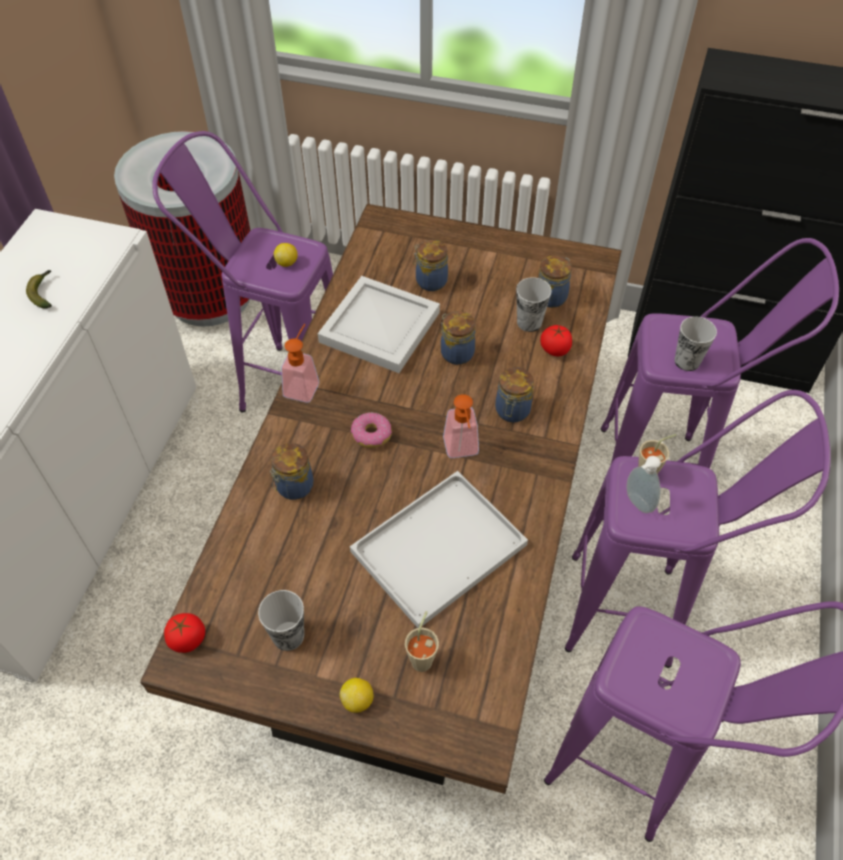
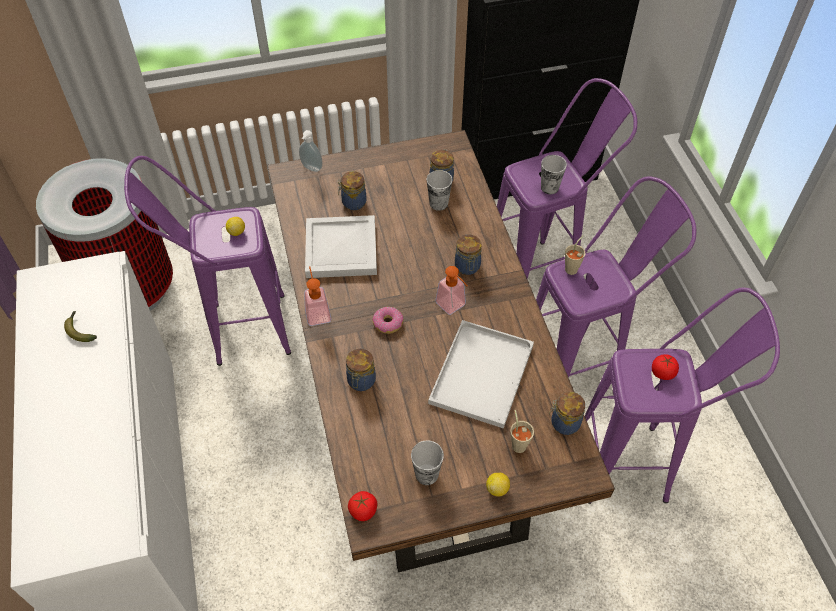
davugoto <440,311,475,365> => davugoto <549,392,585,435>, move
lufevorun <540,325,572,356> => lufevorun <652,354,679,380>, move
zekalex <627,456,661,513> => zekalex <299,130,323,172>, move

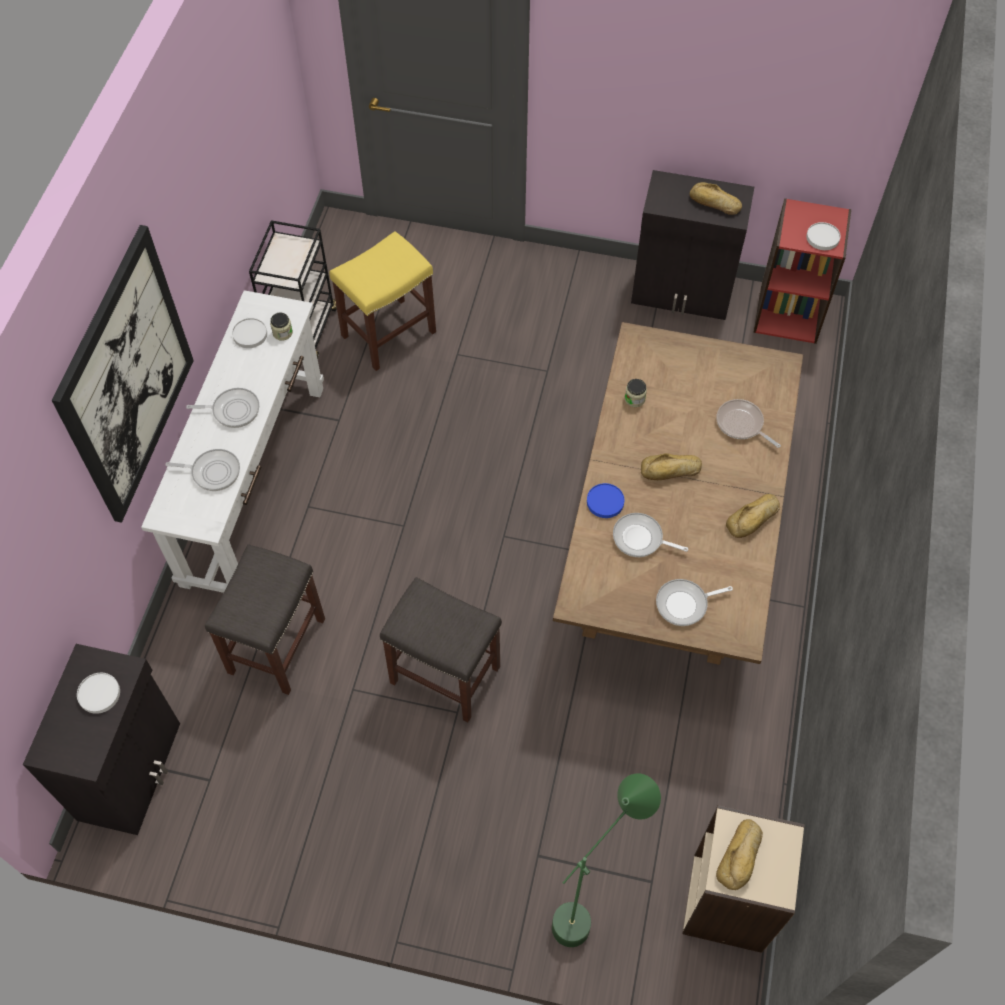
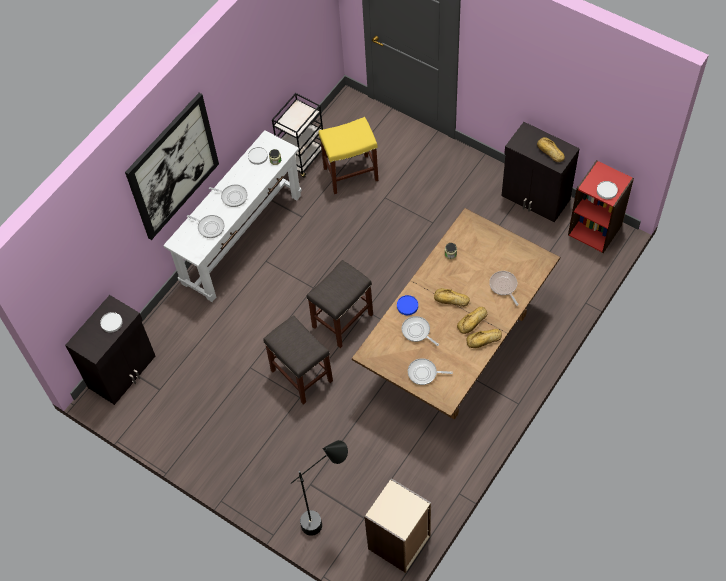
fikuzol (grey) <205,544,325,695> => fikuzol (grey) <307,260,373,348>, move
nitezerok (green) <552,773,661,947> => nitezerok (black) <290,440,348,536>
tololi <716,819,763,890> => tololi <457,307,487,334>, move

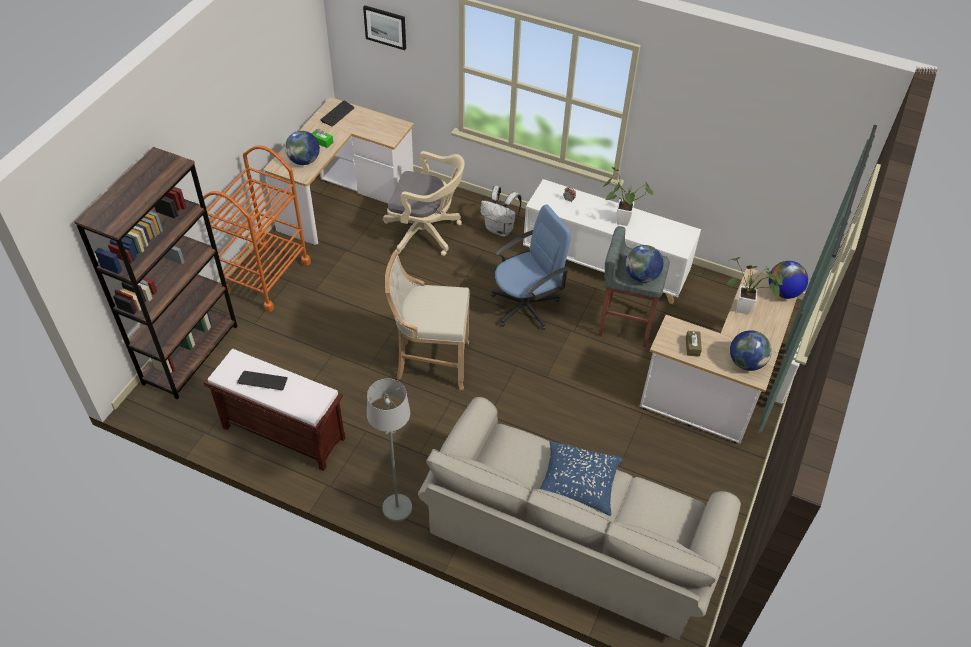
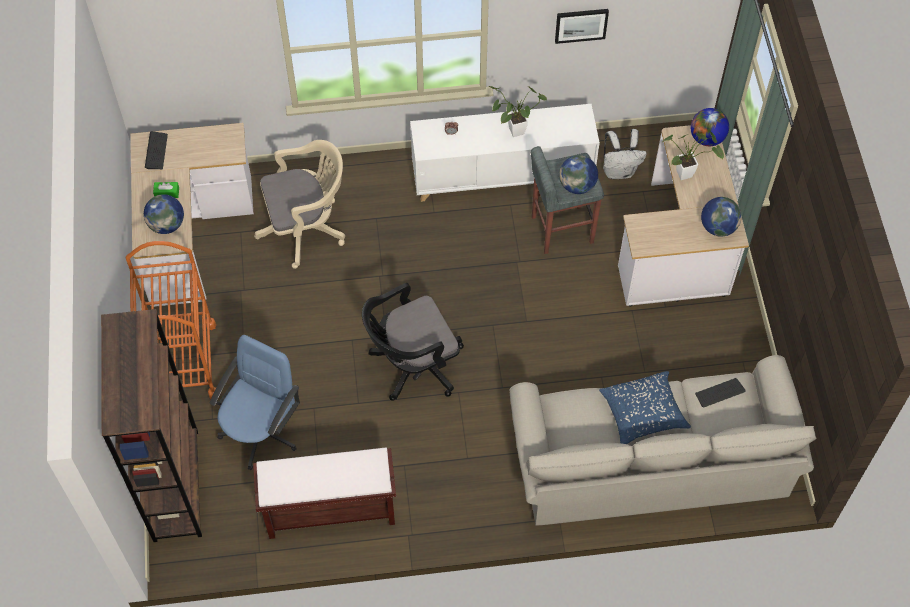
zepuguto <237,371,288,390> => zepuguto <695,378,746,407>, move
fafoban <363,5,406,50> => fafoban <555,9,609,44>, move
nitezerok (grey) <367,379,412,522> => nothing
fikuzol (beige) <385,251,470,390> => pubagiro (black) <362,283,464,401>
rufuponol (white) <480,186,522,236> => rufuponol (white) <603,129,647,179>, move
pubagiro (blue) <491,204,571,330> => pubagiro (blue) <209,335,300,470>, move
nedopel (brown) <686,331,702,357> => nothing

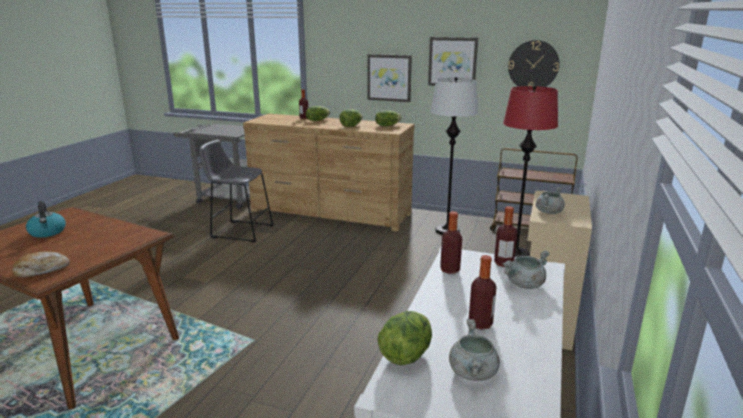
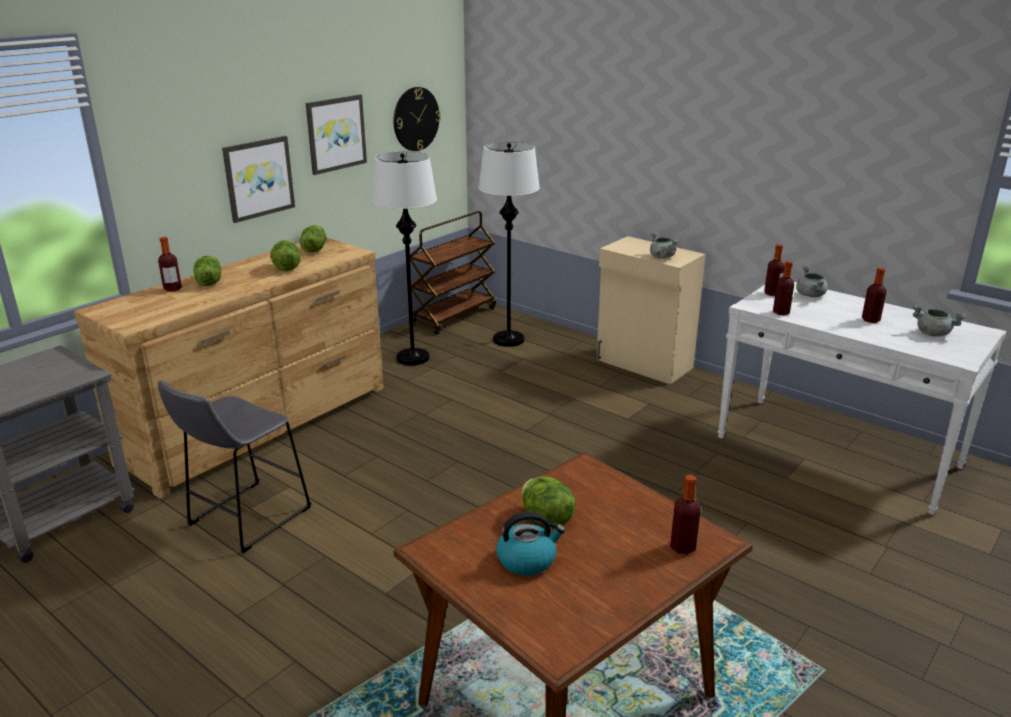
tololi <13,251,70,278> => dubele <670,474,701,555>
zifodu <377,311,432,365> => zifodu <522,476,576,529>, move
nitezerok (red) <503,86,558,257> => nitezerok (white) <478,142,540,347>

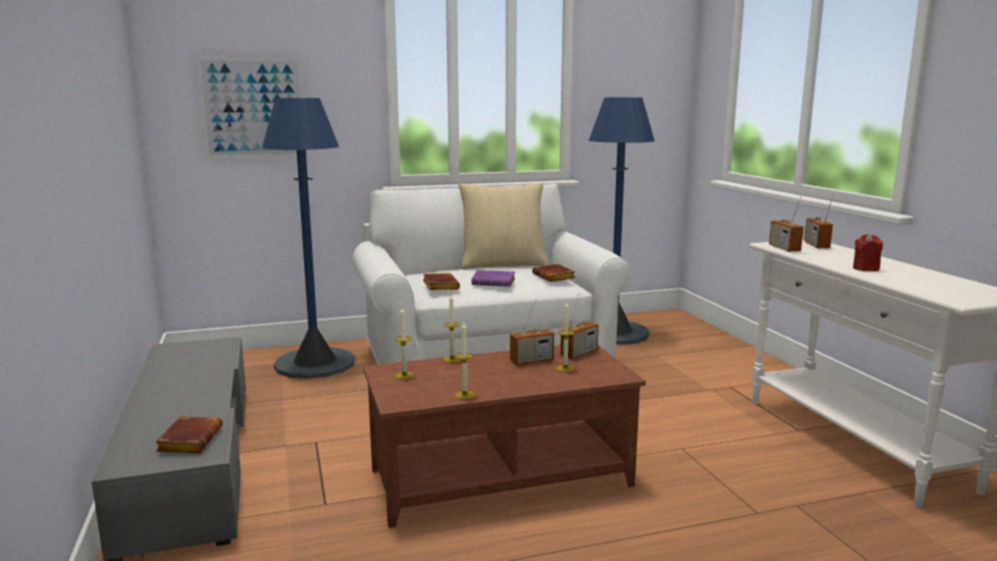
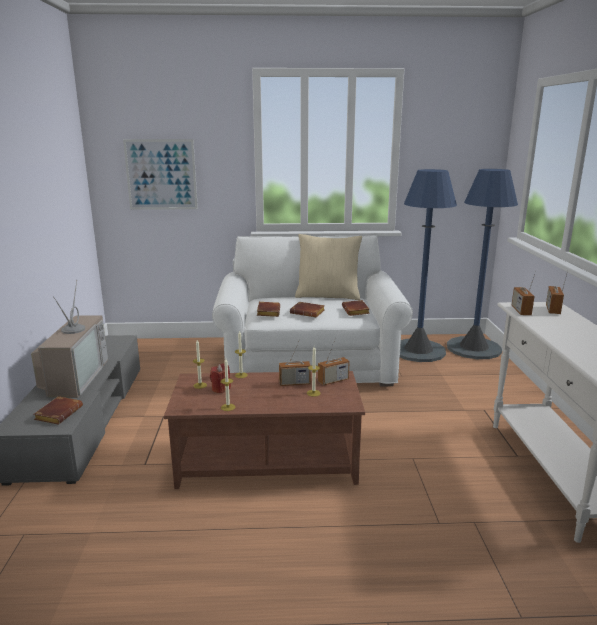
nitezerok (blue) <262,98,355,379> => nitezerok (blue) <447,169,518,359>, move
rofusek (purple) <472,270,515,287> => rofusek (brown) <290,302,325,317>
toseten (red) <853,234,883,271> => toseten (red) <210,363,231,393>, move
nothing => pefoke <31,280,108,398>

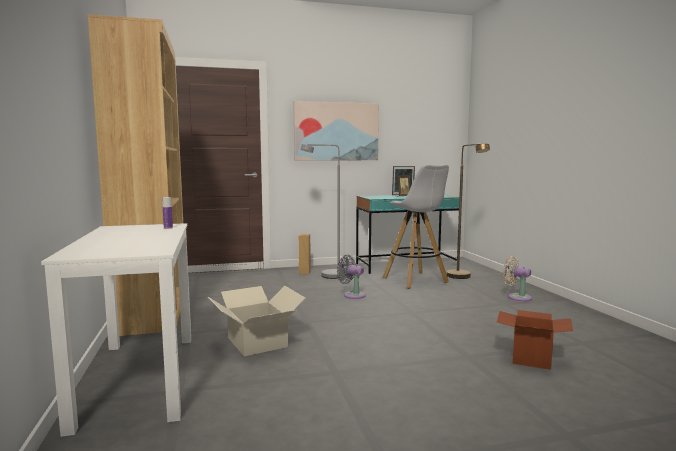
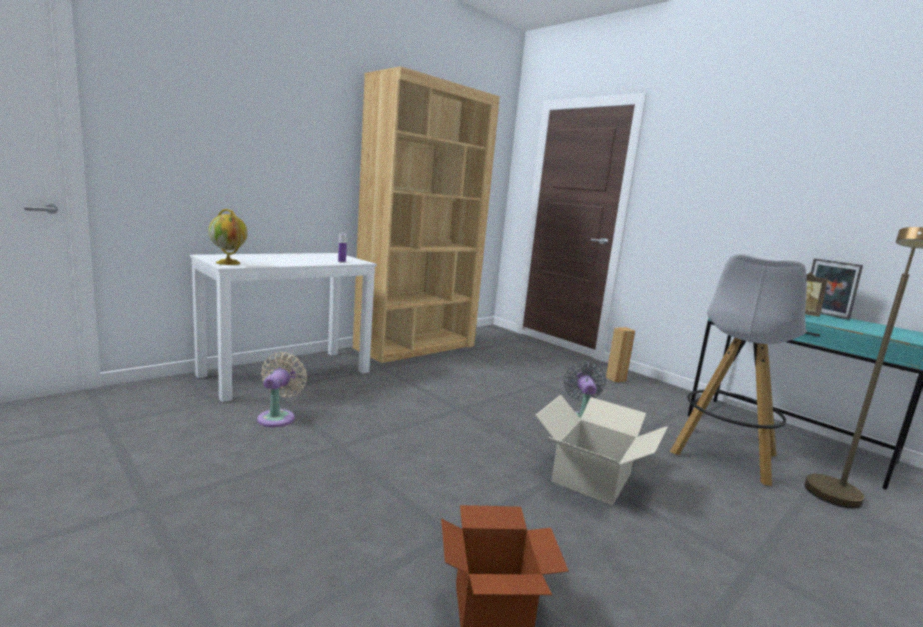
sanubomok <208,286,305,356> => sanubomok <536,395,668,505>, move
fafoban <294,101,379,161> => nothing
nitezerok (grey) <301,144,340,279> => nothing
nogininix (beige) <503,256,532,302> => nogininix (beige) <257,352,307,427>, move
nothing => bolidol <208,209,248,265>

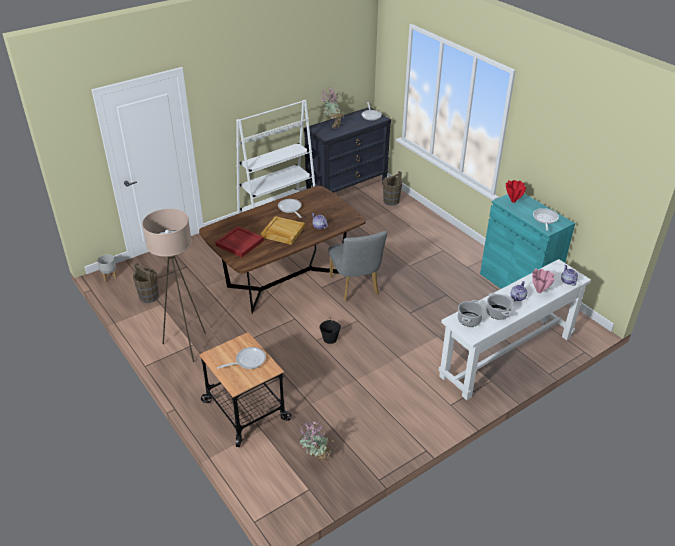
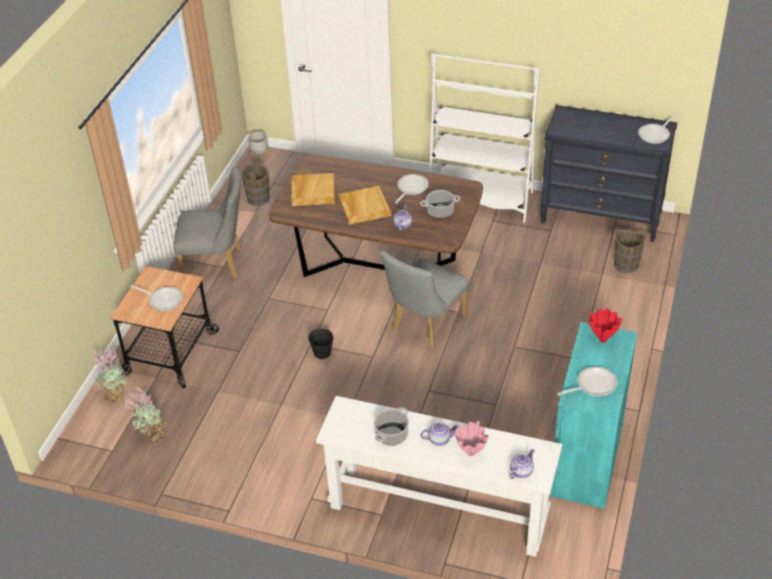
nitezerok (beige) <142,209,206,362> => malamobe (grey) <173,166,241,279>
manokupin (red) <215,226,264,257> => manokupin (beige) <292,173,335,206>
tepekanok <320,87,344,129> => tepekanok <92,345,128,406>, move
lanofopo <458,300,484,327> => lanofopo <420,190,460,219>, move

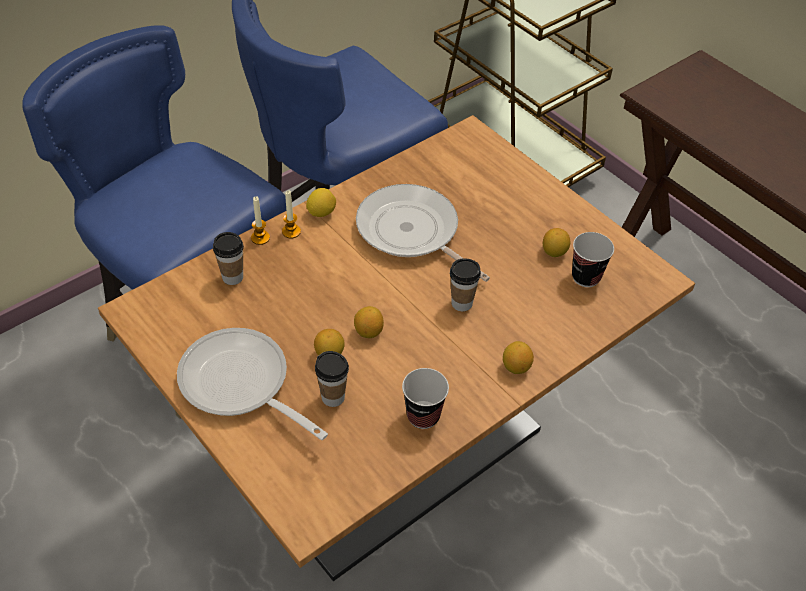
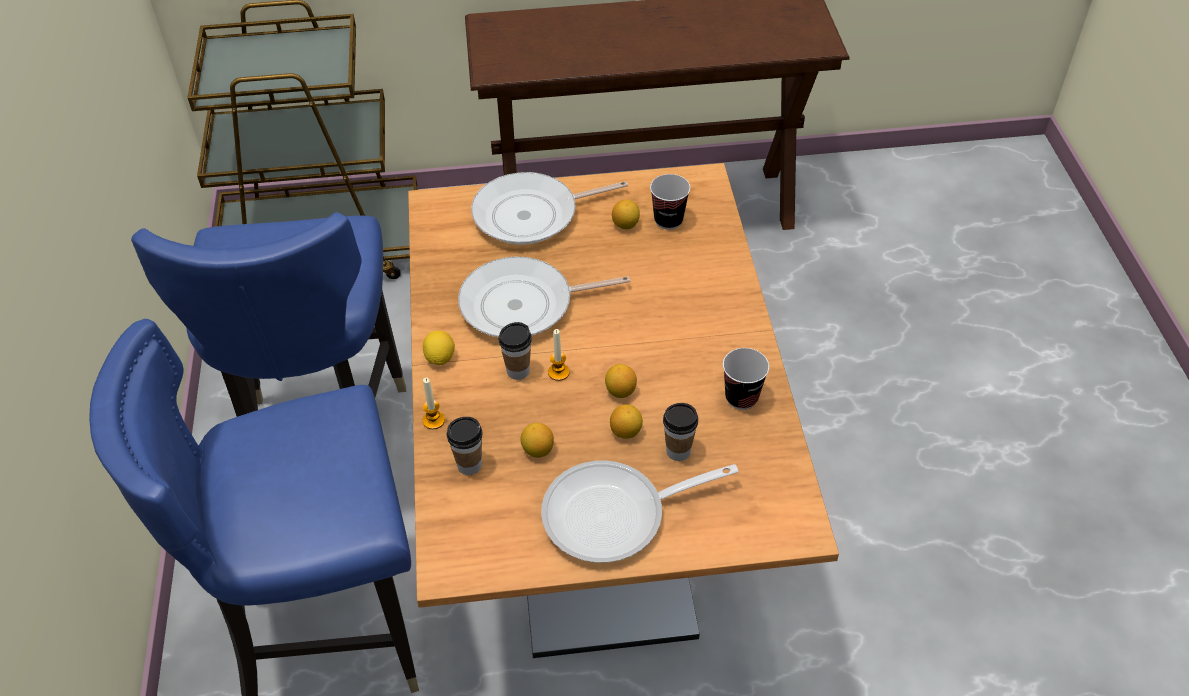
toseten <282,191,301,239> => toseten <548,329,570,381>, move
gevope <450,258,481,311> => gevope <498,322,532,380>, move
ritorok <503,341,534,374> => ritorok <520,423,554,458>, move
nothing => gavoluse <471,172,628,245>

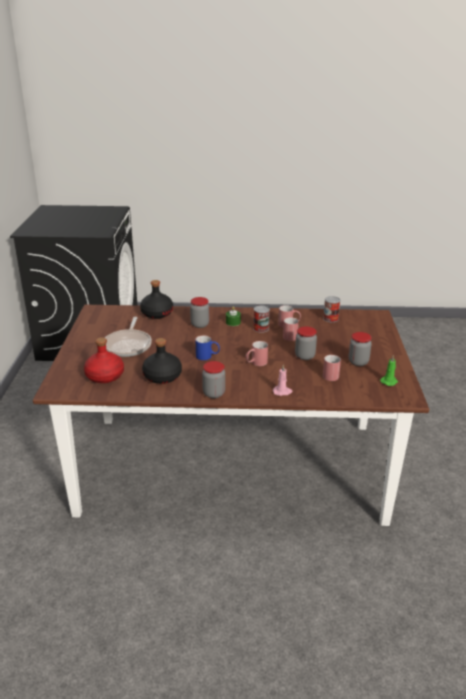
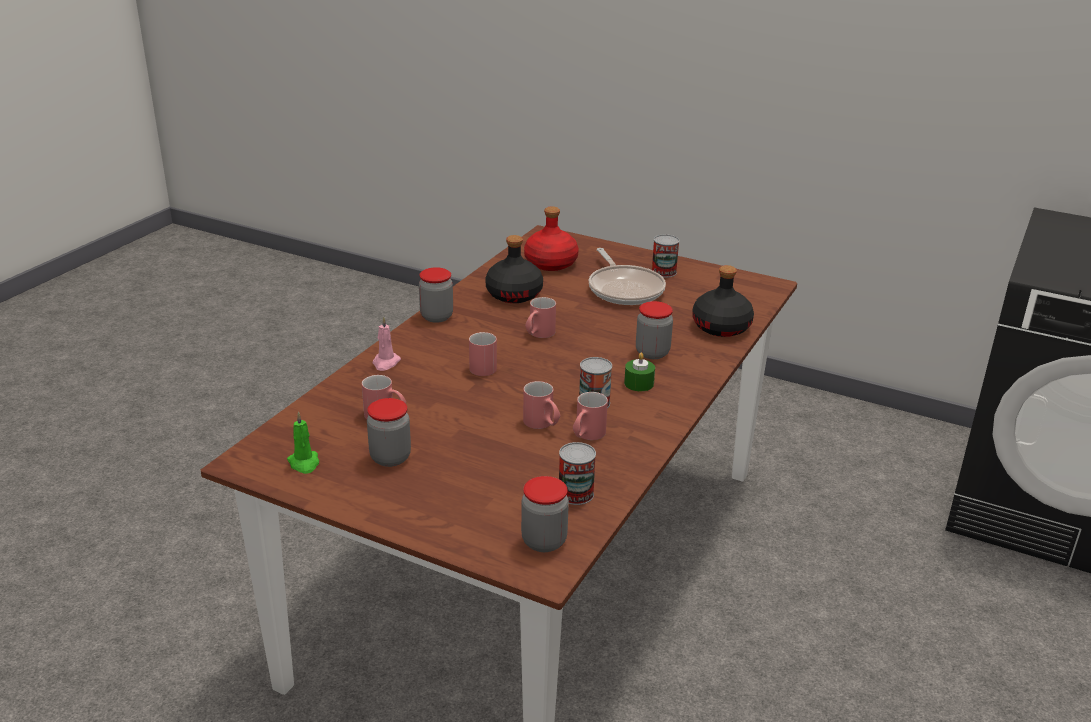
gavoluse <105,317,152,357> => gavoluse <589,248,666,305>, 135 degrees counterclockwise
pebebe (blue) <195,335,220,360> => pebebe (red) <525,297,556,338>
davugoto <295,326,317,360> => davugoto <521,476,569,552>, move
nothing => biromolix <652,234,680,278>

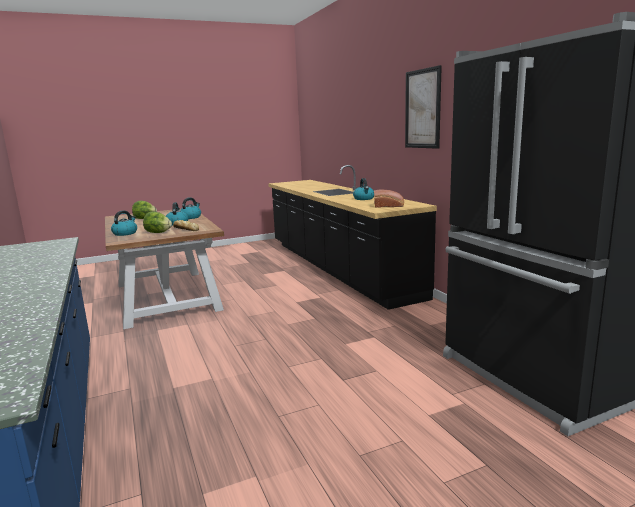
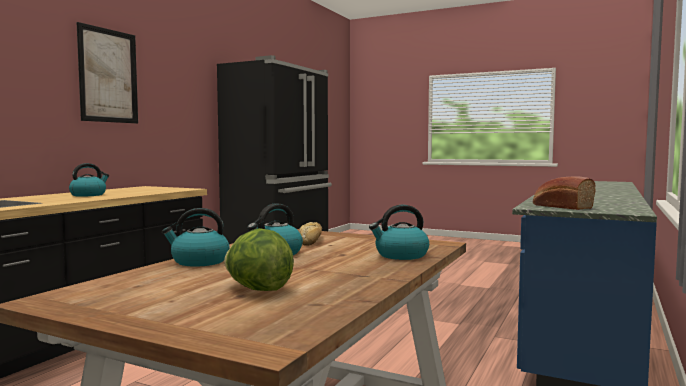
zifodu <143,211,172,233> => nothing
tololi <374,189,404,208> => tololi <533,176,596,210>, move

